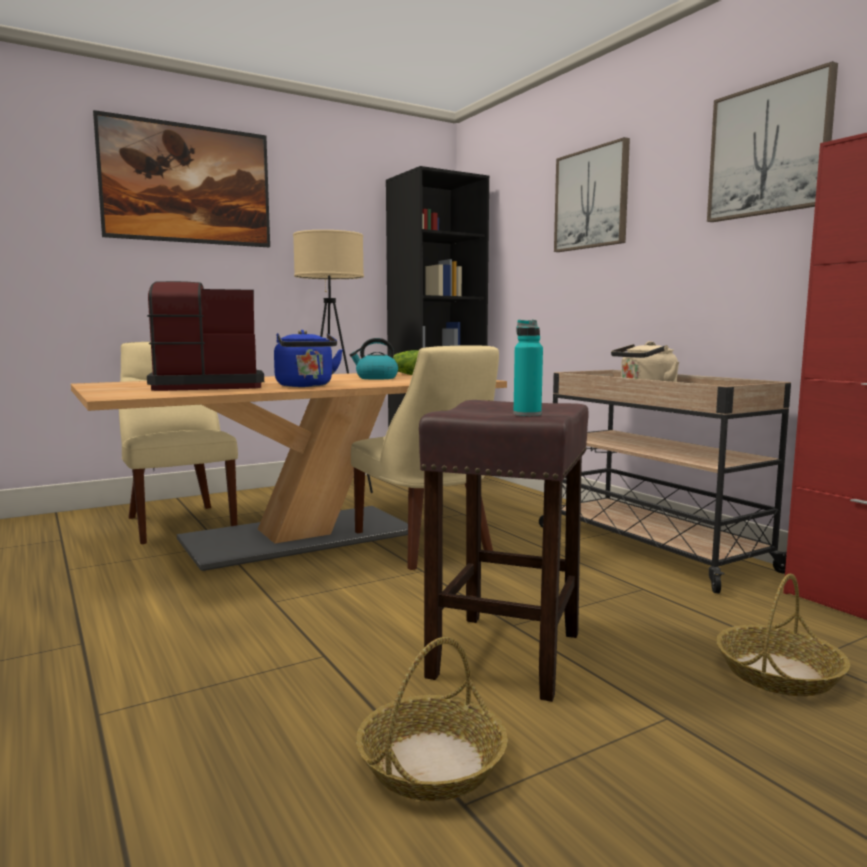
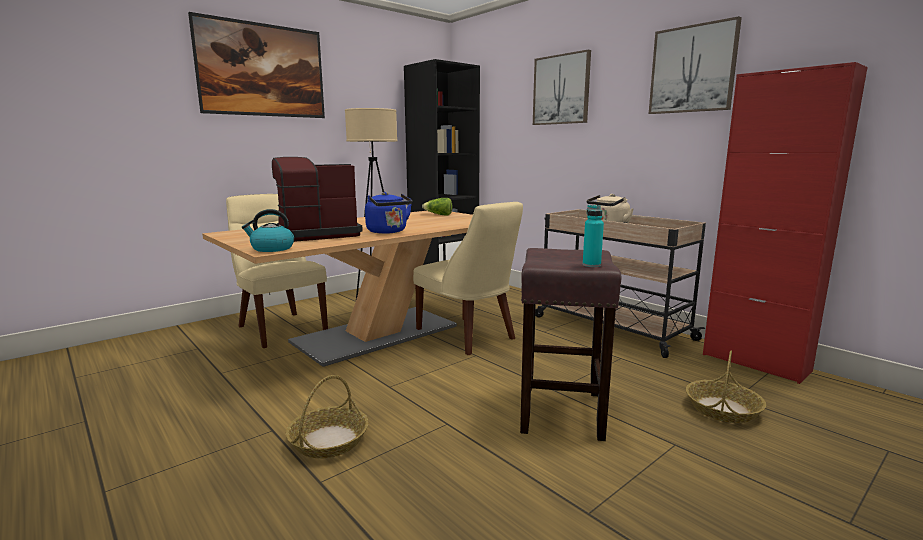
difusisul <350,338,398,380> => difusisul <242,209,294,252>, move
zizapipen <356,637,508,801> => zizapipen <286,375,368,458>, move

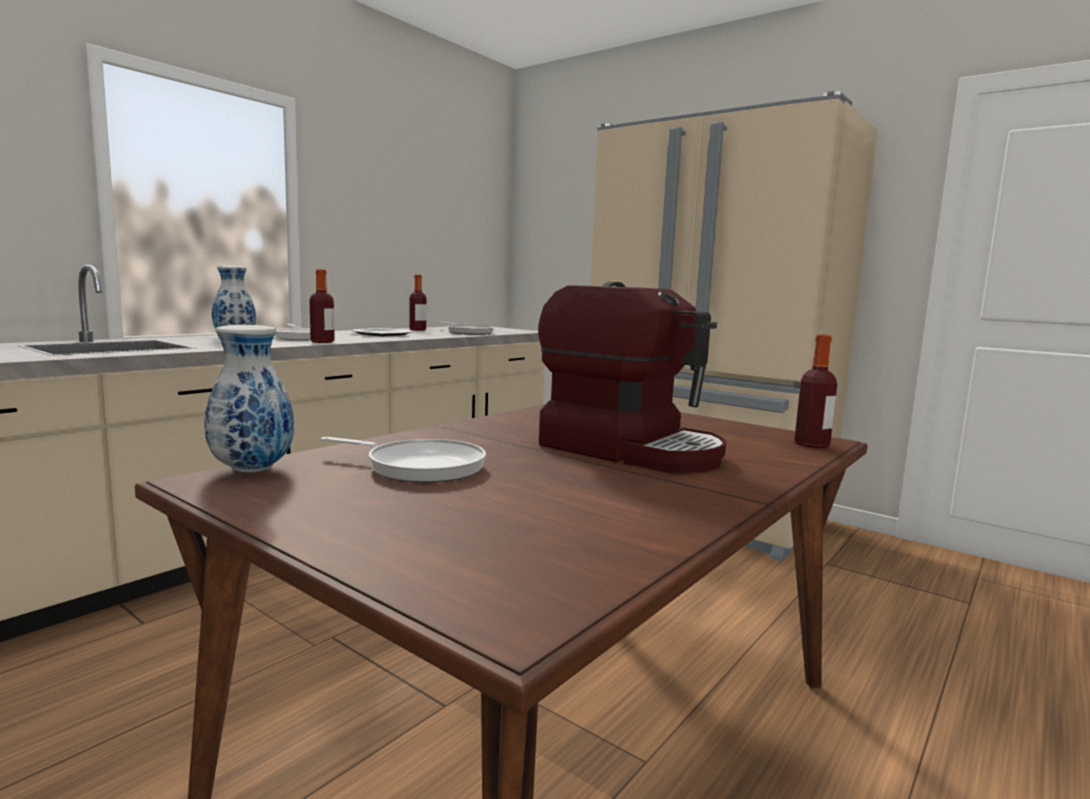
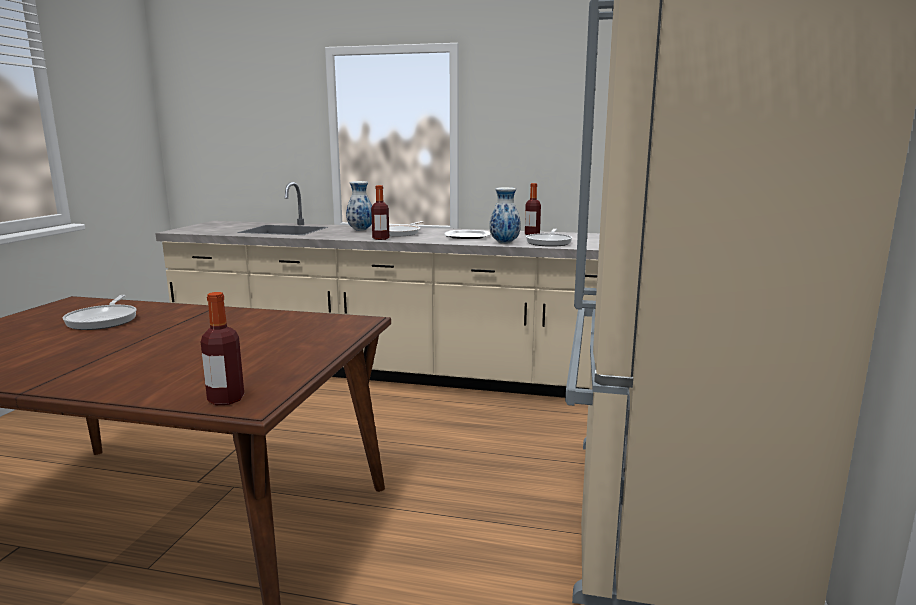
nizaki <204,325,294,473> => nizaki <490,187,521,244>, move
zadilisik <538,282,726,473> => nothing

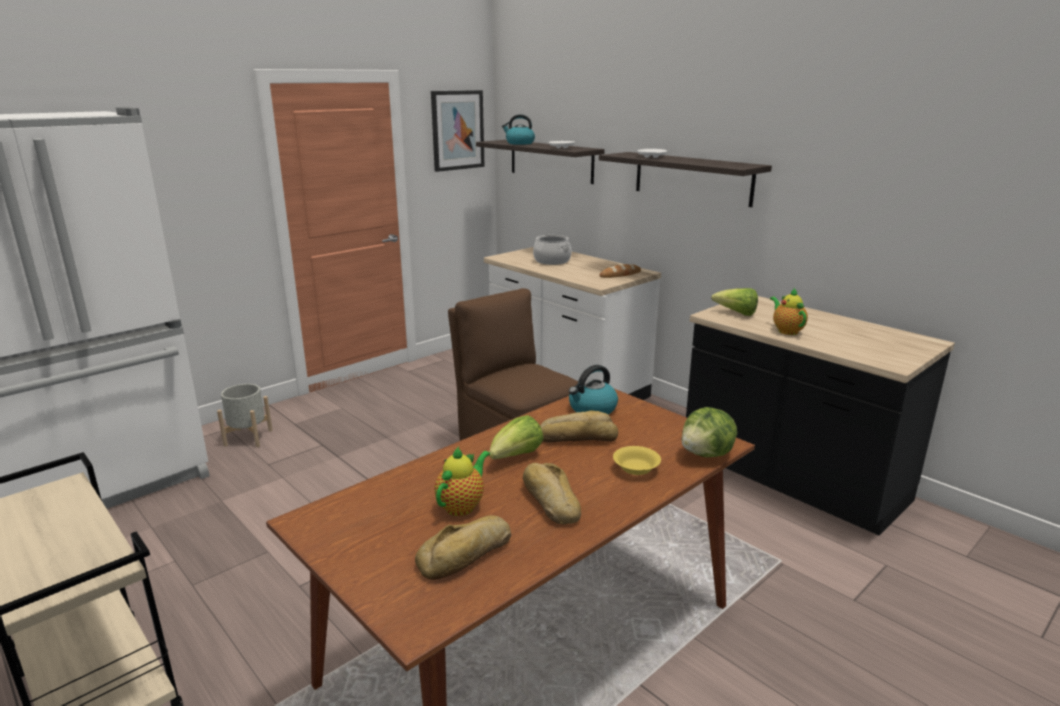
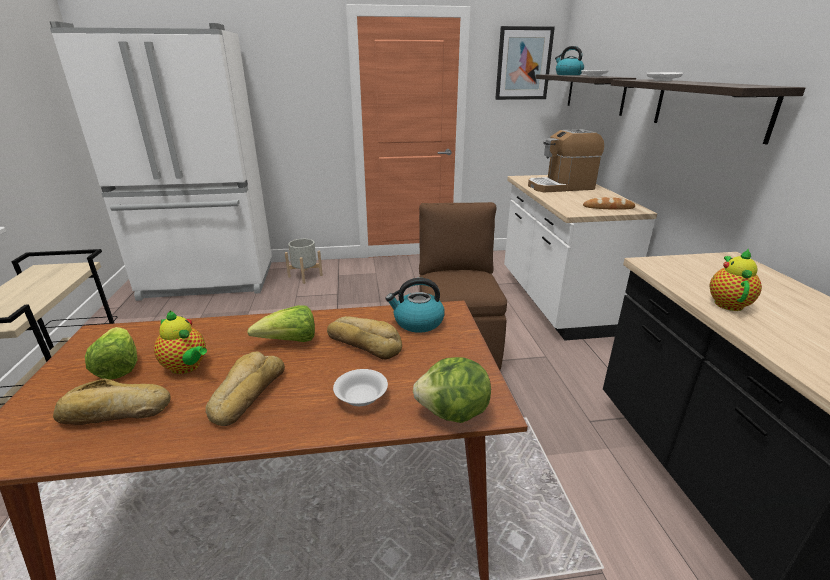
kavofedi <434,447,490,516> => kavofedi <154,310,207,374>, 60 degrees clockwise
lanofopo <533,235,572,265> => zadilisik <528,129,604,192>
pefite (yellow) <613,446,661,475> => pefite (white) <333,369,388,406>
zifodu <711,288,758,316> => zifodu <85,327,137,380>, move

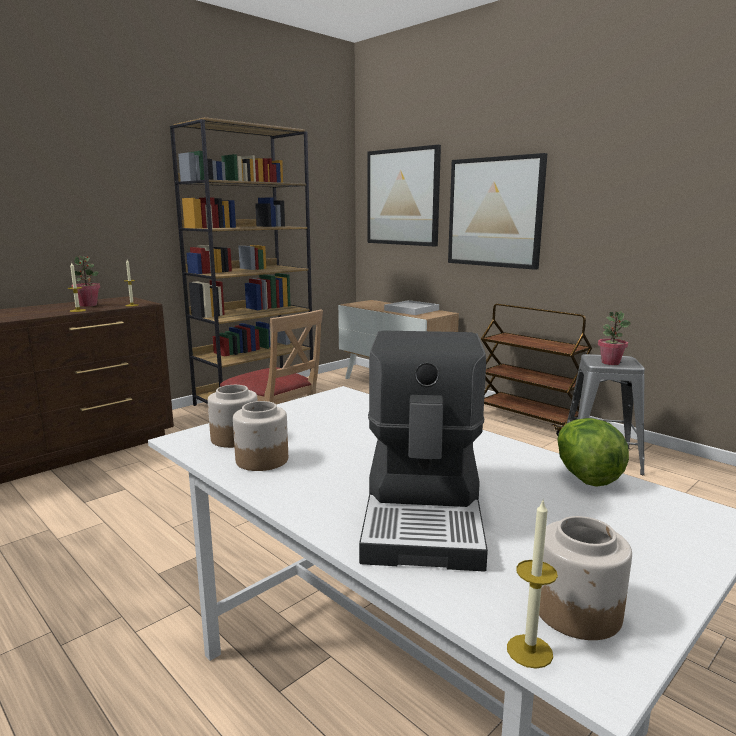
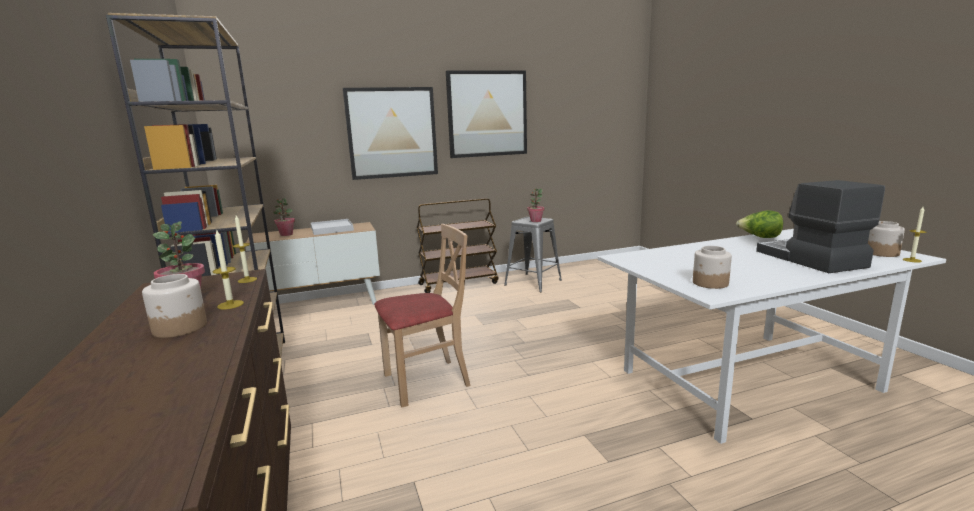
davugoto <233,401,288,471> => davugoto <142,274,207,338>, move
zadilisik <359,330,488,572> => zadilisik <756,180,885,273>, 135 degrees counterclockwise
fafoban <367,145,441,246> => fafoban <446,70,527,158>, move
nothing => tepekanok <273,198,295,236>

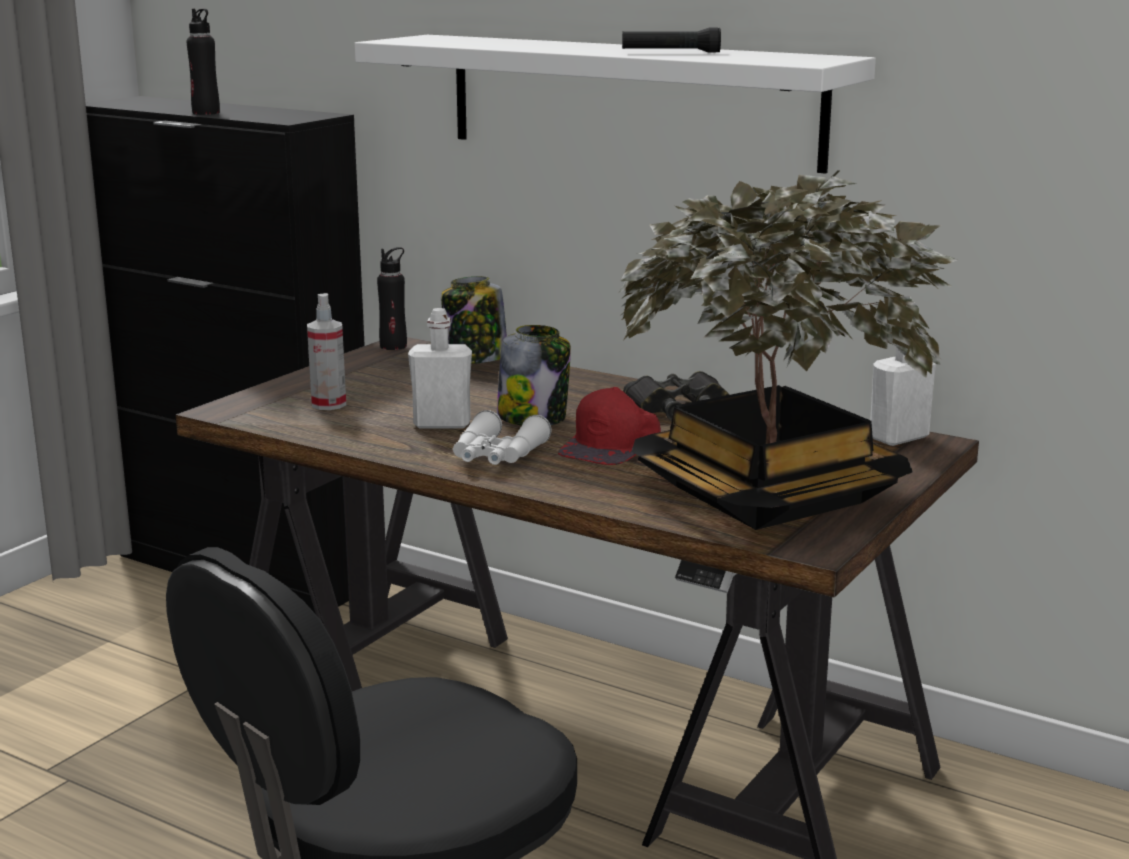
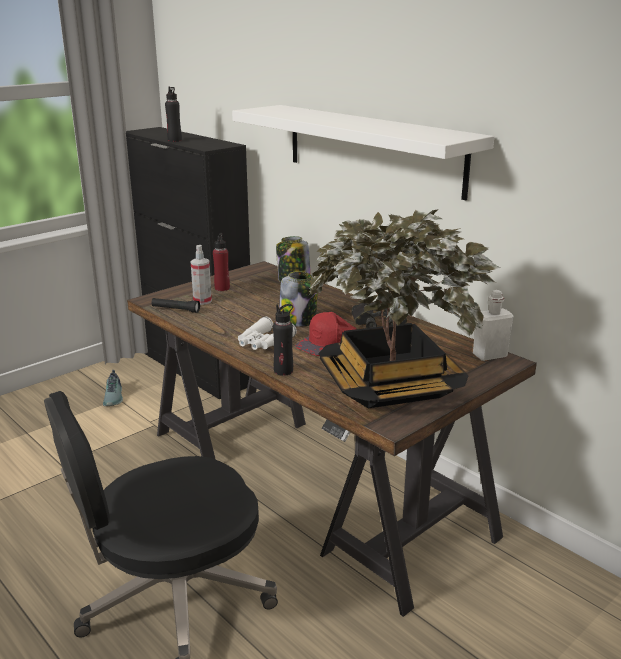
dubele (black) <377,247,407,350> => dubele (black) <273,304,293,376>, move
dubele (white) <408,308,472,429> => nothing
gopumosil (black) <622,28,721,52> => gopumosil (black) <151,298,200,313>, move
nothing => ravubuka <103,370,123,406>
nothing => dubele (red) <213,233,230,291>

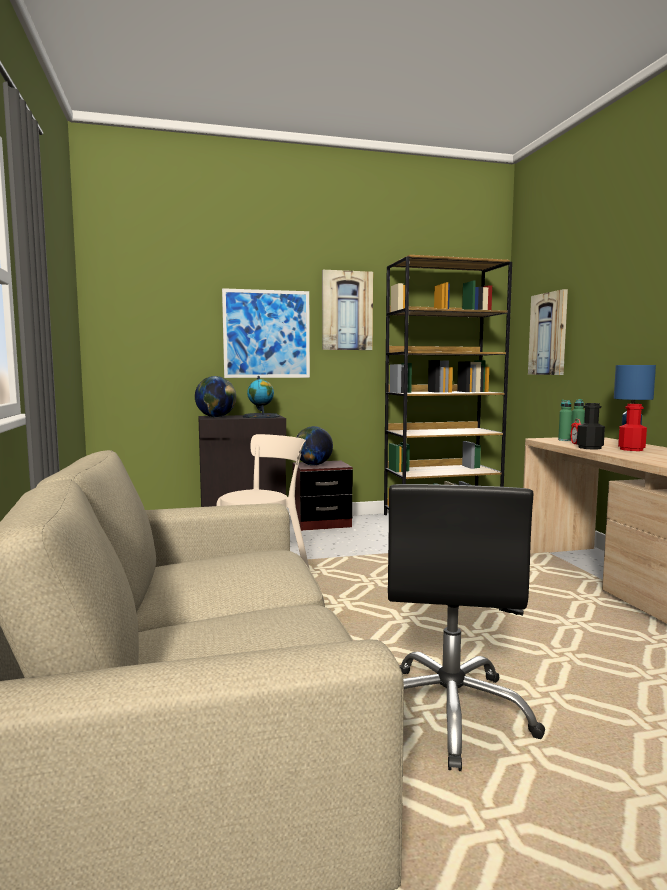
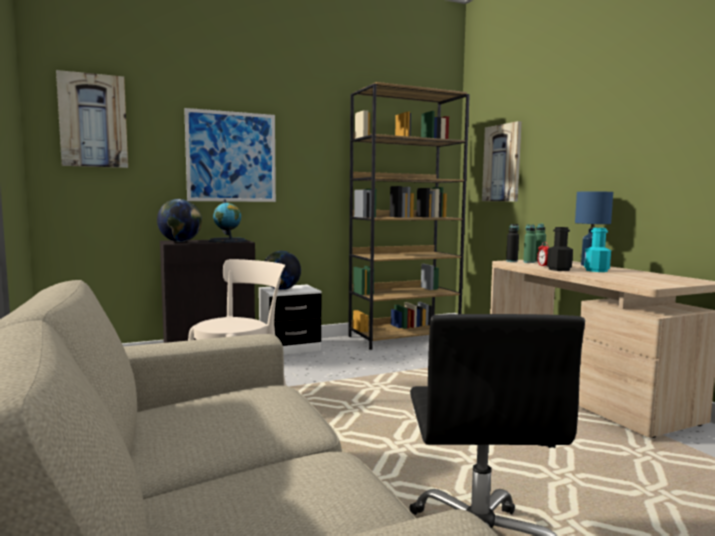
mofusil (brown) <292,461,353,531> => mofusil (white) <259,285,321,355>
fafoban <322,270,373,350> => fafoban <56,70,128,168>, move
dubele (red) <618,404,647,451> => dubele (turquoise) <584,228,611,272>
nothing => dubele (black) <506,224,519,262>

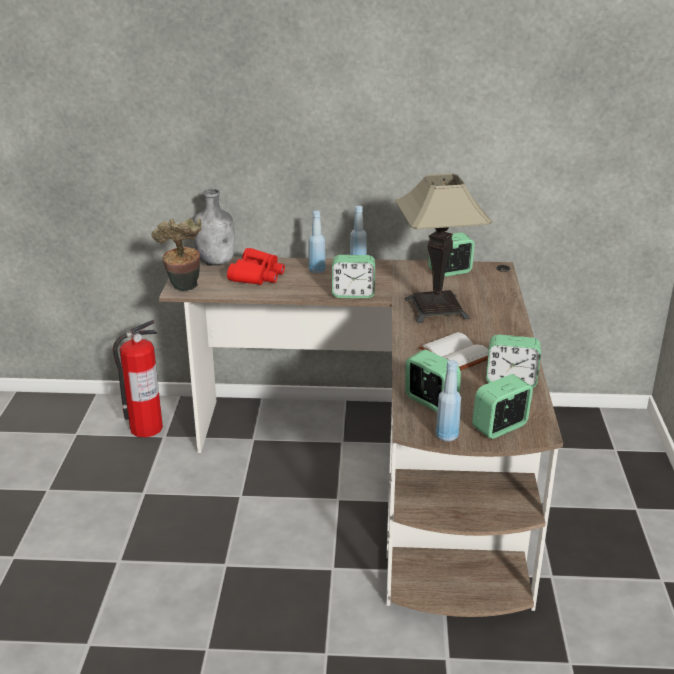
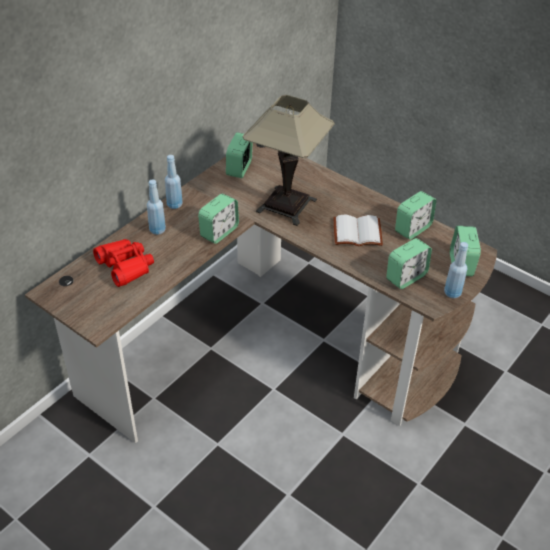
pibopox <113,320,163,437> => nothing
tepekanok <151,218,201,291> => nothing
dubele (grey) <194,189,235,265> => nothing
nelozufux <405,349,461,412> => nelozufux <386,238,432,289>, 150 degrees clockwise

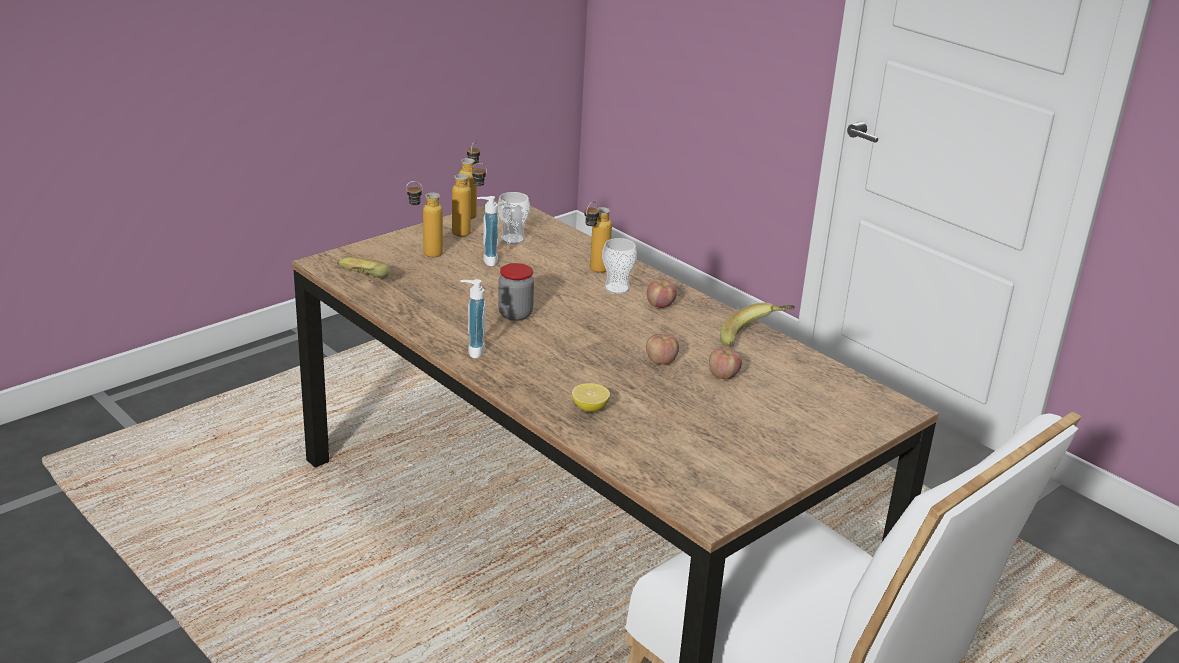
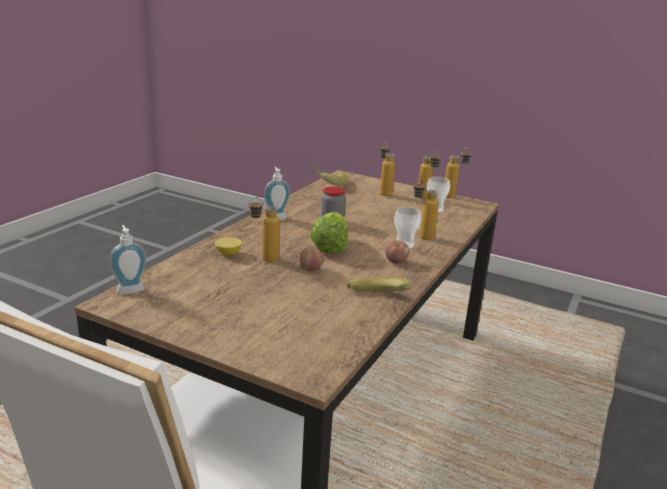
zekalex <477,196,499,266> => zekalex <109,225,147,294>, move
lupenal <709,347,742,379> => nothing
nothing => dubele <249,197,280,262>
nothing => zifodu <310,212,348,254>

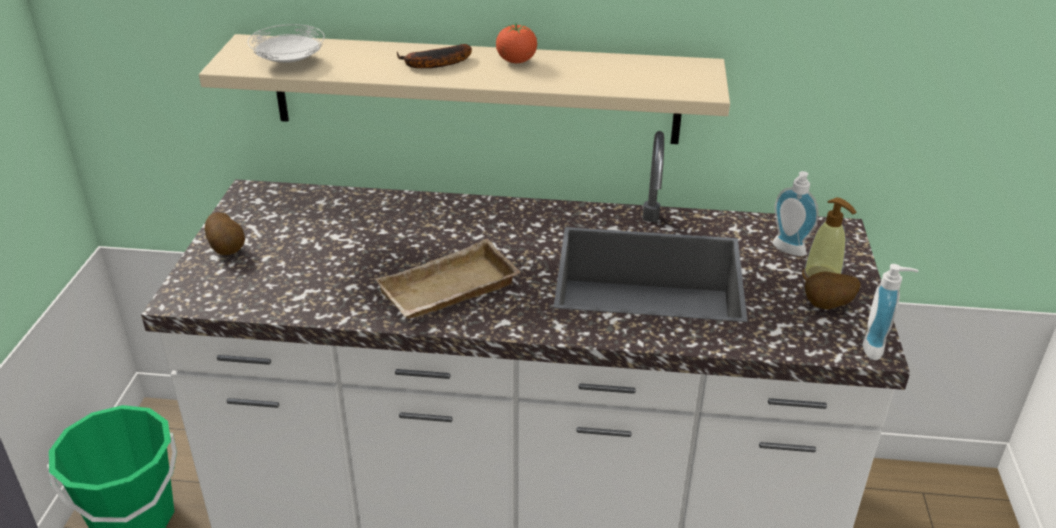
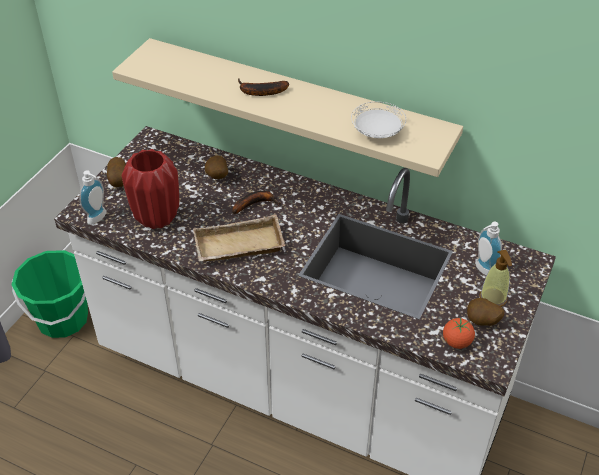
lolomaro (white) <248,24,325,63> => lolomaro (white) <351,102,406,138>, move
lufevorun <496,23,537,63> => lufevorun <443,318,475,349>, move
zekalex <862,264,918,360> => zekalex <79,170,107,225>, move
nothing => nizaki (red) <121,149,179,229>
nothing => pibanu <205,156,228,179>
nothing => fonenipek <232,191,280,214>

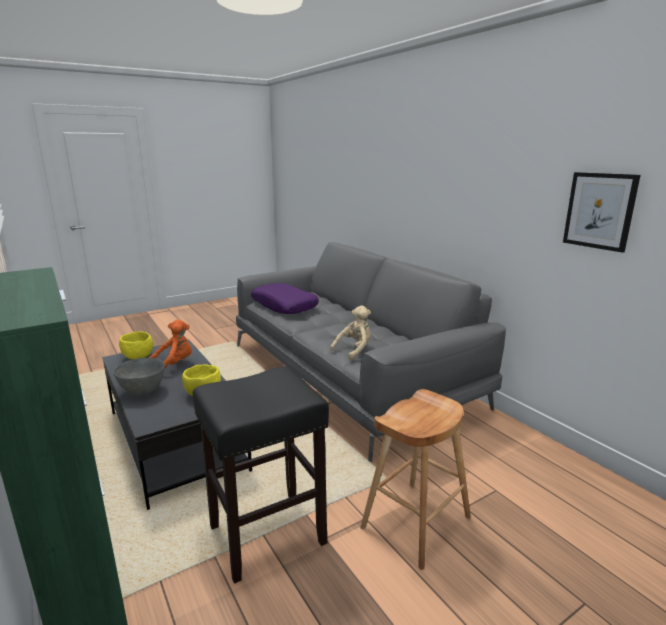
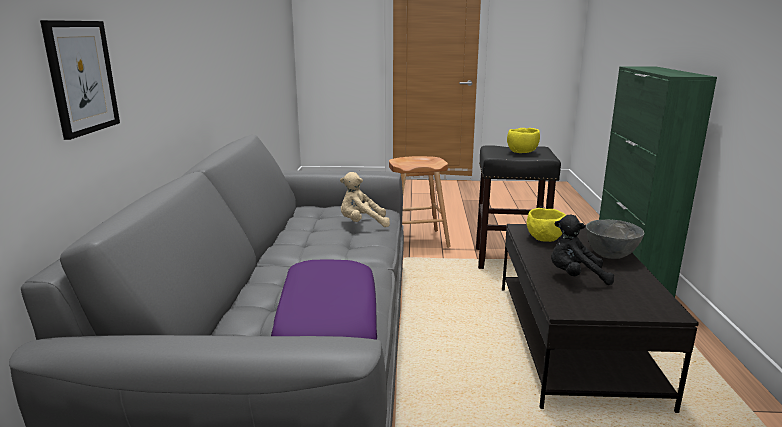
pefite (yellow) <119,331,153,359> => pefite (yellow) <507,128,540,153>, move
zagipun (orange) <148,319,192,369> => zagipun (black) <551,215,614,285>
fafoban <563,172,641,253> => fafoban <40,20,120,140>, move

